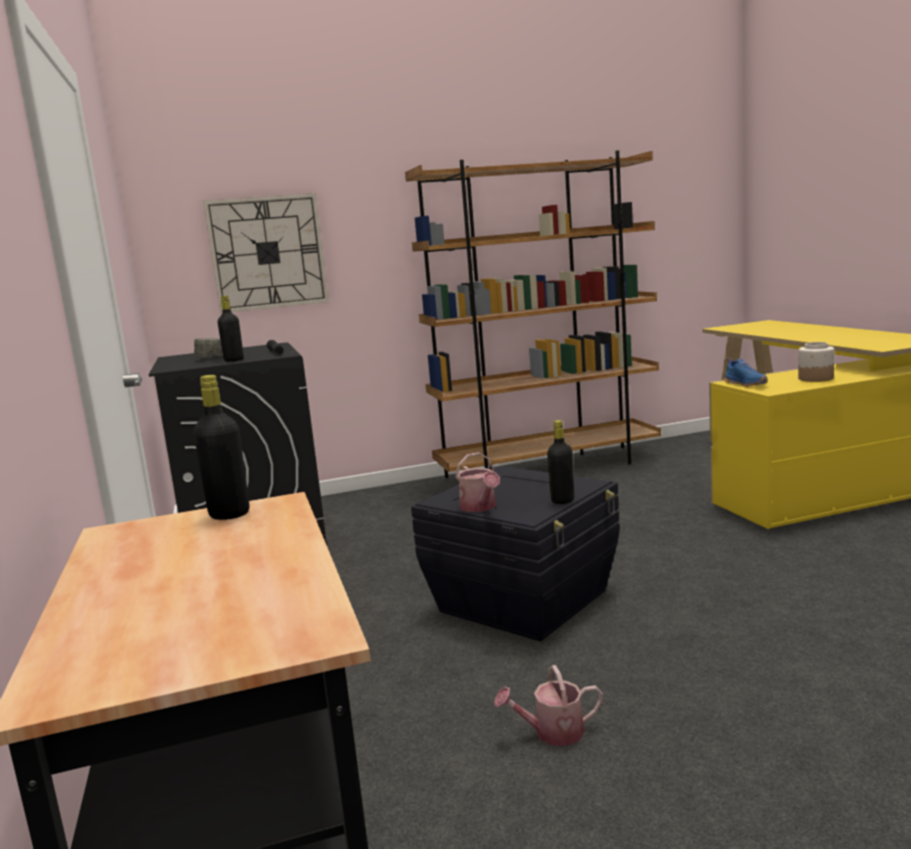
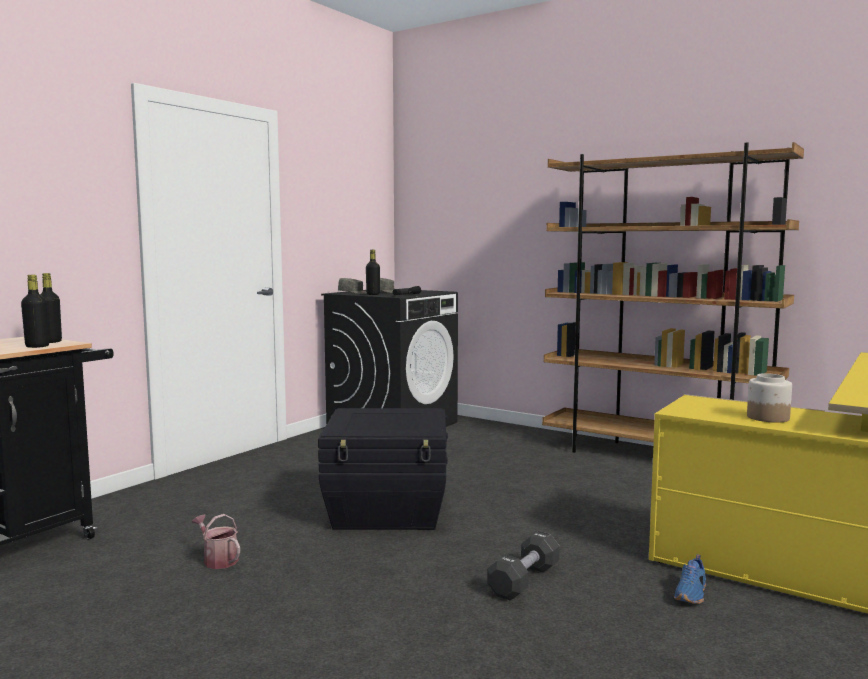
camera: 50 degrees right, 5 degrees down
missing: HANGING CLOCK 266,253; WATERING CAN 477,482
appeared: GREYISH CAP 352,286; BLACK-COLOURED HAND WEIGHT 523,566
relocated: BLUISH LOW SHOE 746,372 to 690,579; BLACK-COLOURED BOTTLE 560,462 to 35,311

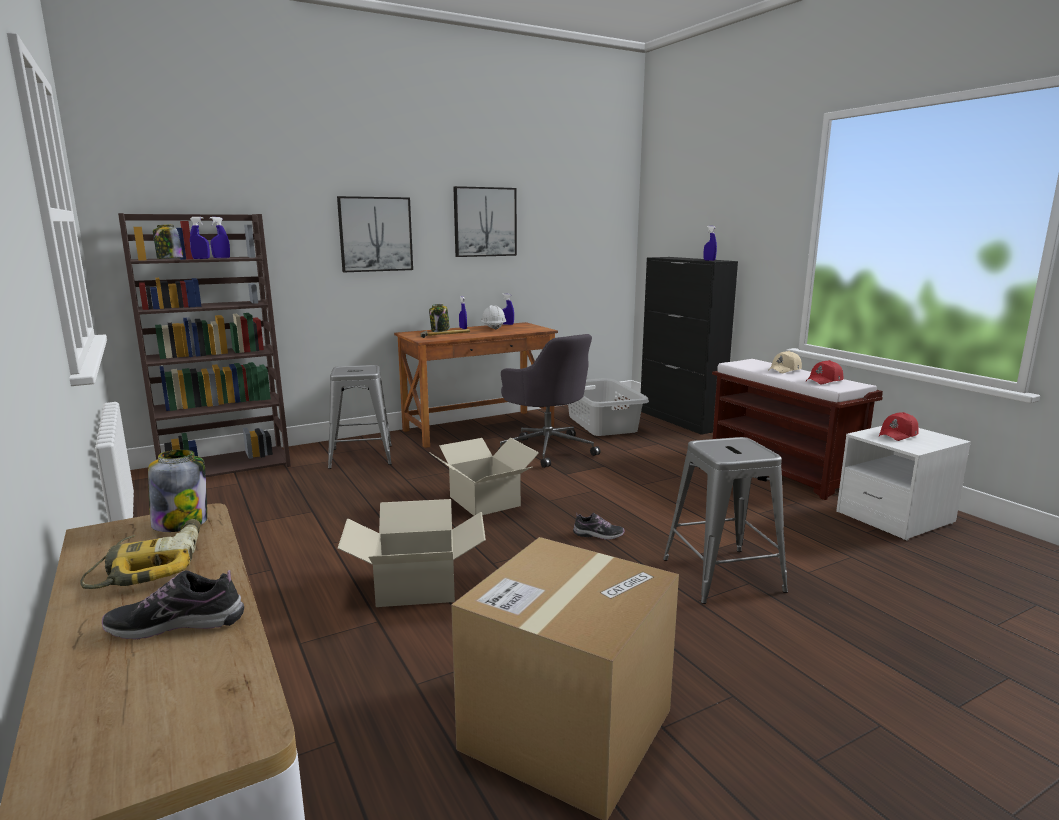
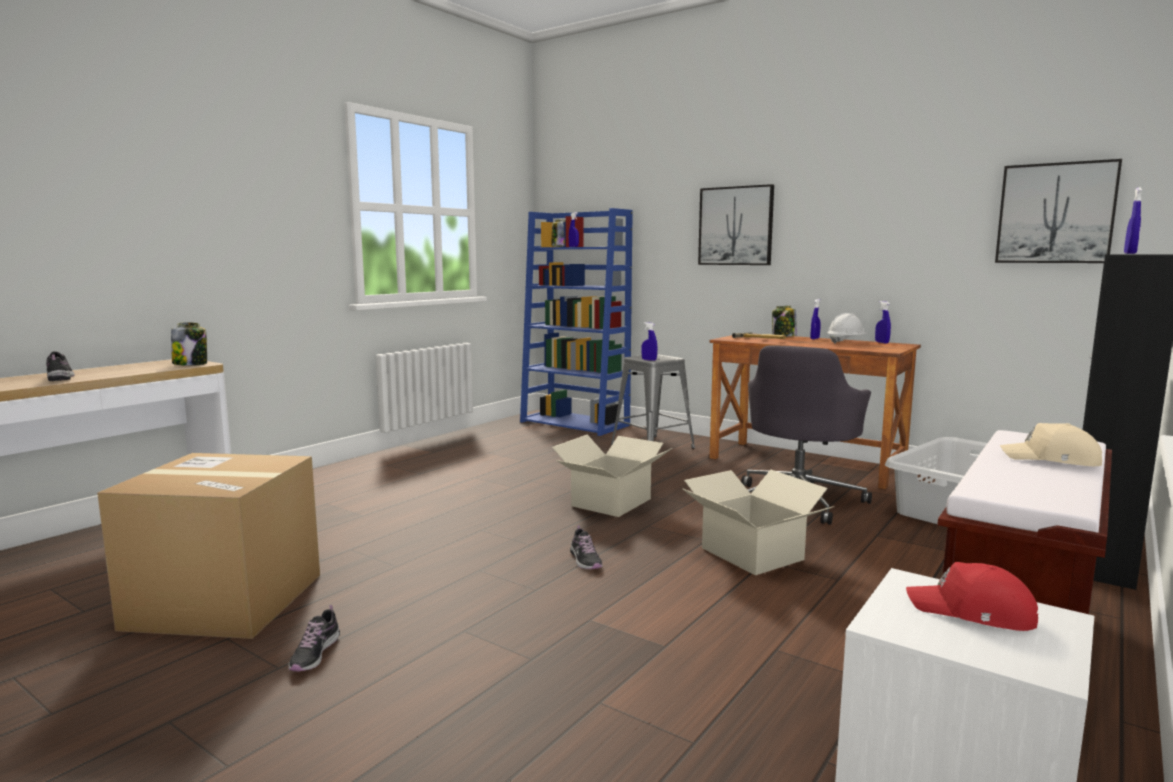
camera: 65 degrees right, 5 degrees down
missing: RED-COLOURED CAP 824,372; GREYISH STOOL SEAT 725,520; ELECTRIC DRILL 140,554
appeared: LOW SHOE 314,638
relocated: WALL PICTURE 485,221 to 1058,211; BLUISH HAND SPRAYER 220,237 to 649,341; CARTON 411,553 to 758,522
colour: BROWN SHELVING UNIT 204,345 to BLUISH SHELVING UNIT 576,322

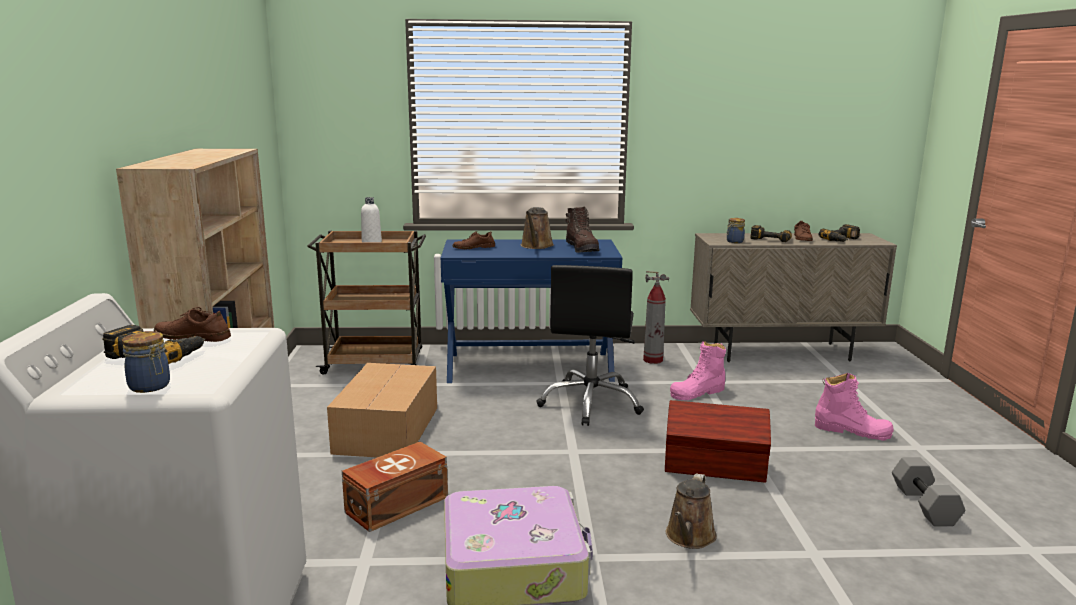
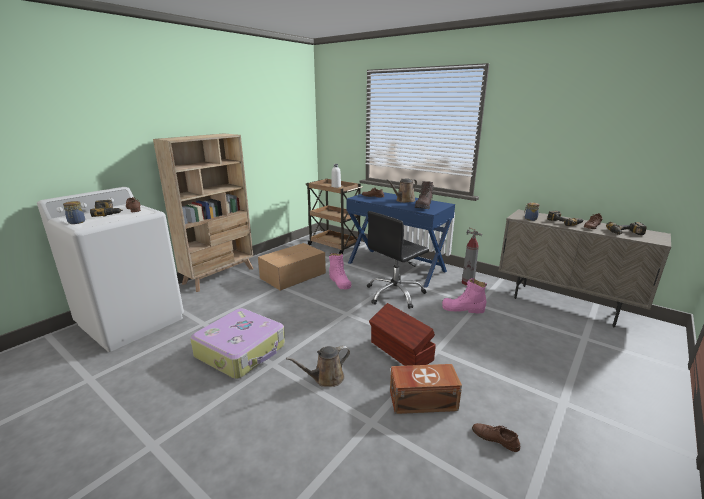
camera: 40 degrees right, 5 degrees up
relocated: PINKISH HIGH-TOP BOOT 854,407 to 340,271; BROWN STORAGE BIN 395,487 to 426,389
exchanged: GREYISH HAND WEIGHT 928,491 to BROWN LOW SHOE 496,437

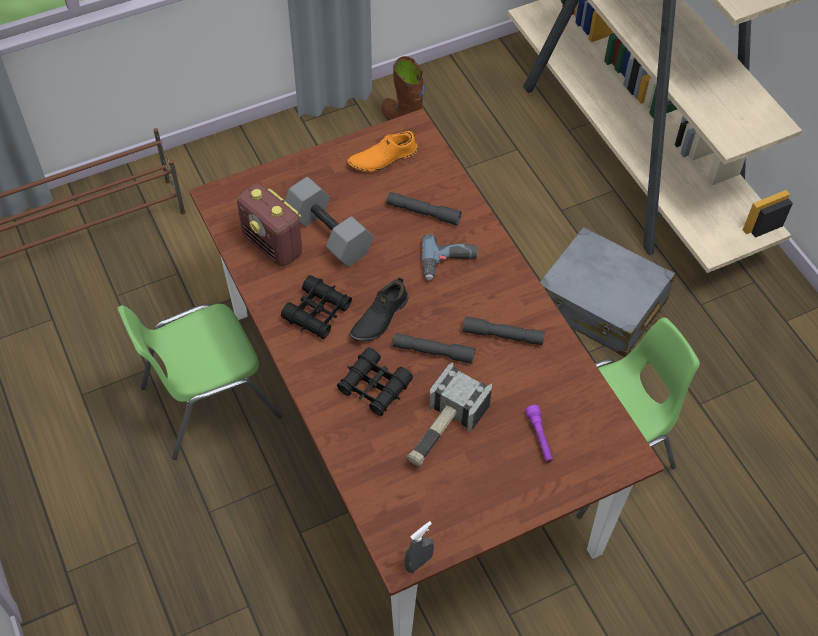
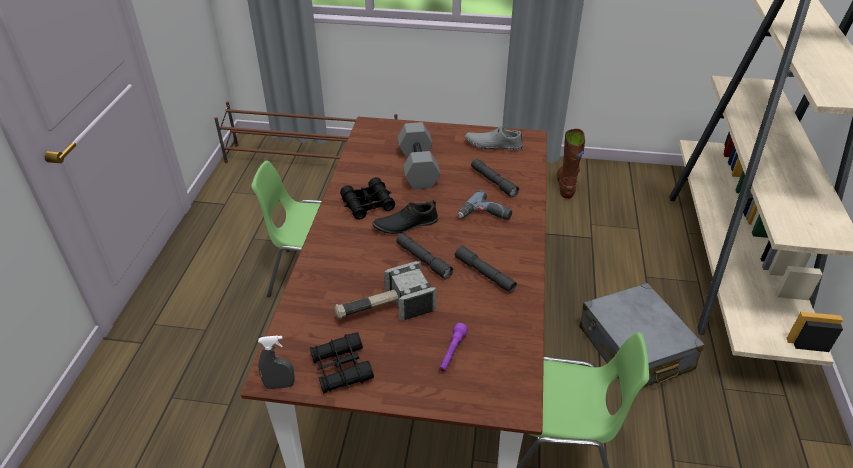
camera: 35 degrees right, 15 degrees down
missing: RADIO RECEIVER 269,225
relocated: BLACK-COLOURED BINOCULARS 375,381 to 342,363
colour: ORANGE LOW SHOE 382,150 to GREYISH LOW SHOE 494,138

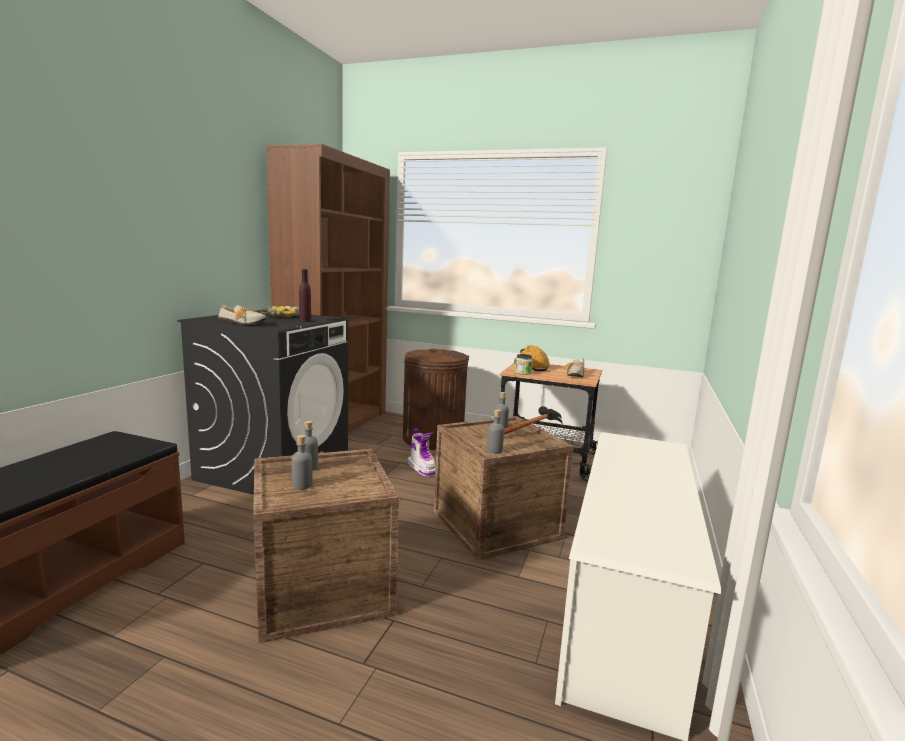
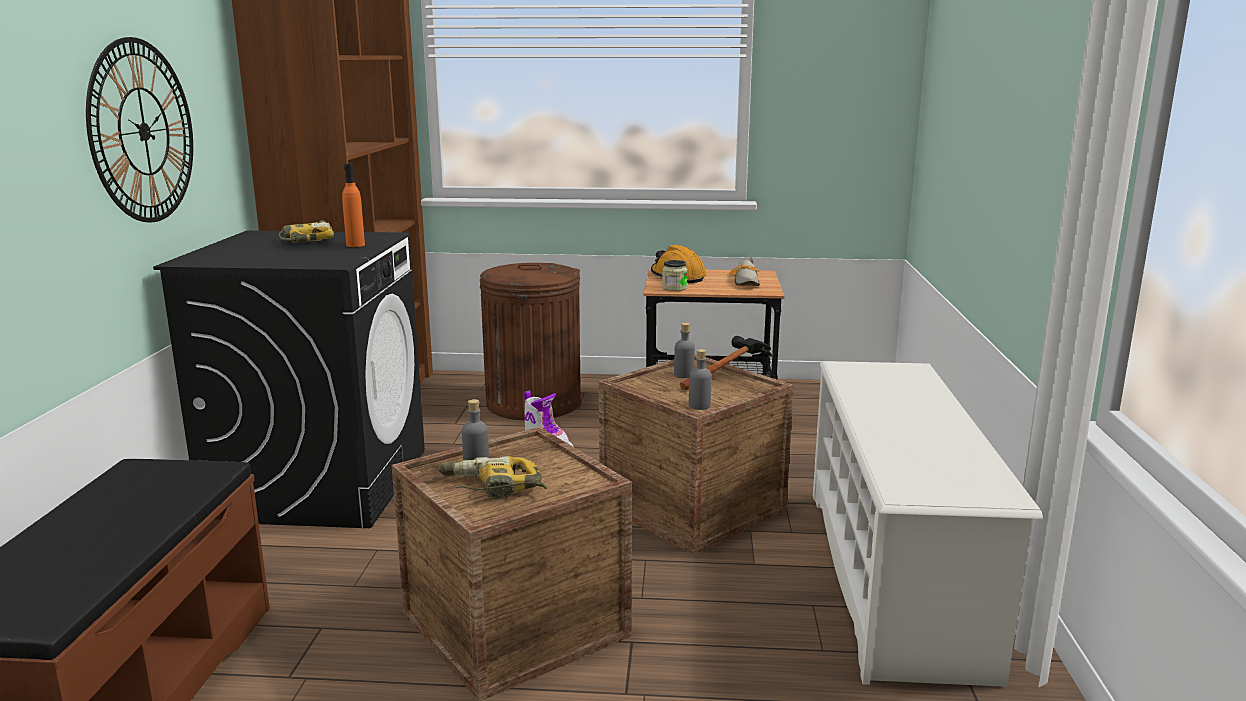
camera: 15 degrees left, 5 degrees up
missing: LOW SHOE 242,314
appeared: HANGING CLOCK 139,129
exchanged: GREYISH BOTTLE 302,462 to ELECTRIC DRILL 492,478
colour: PURPLE BOTTLE 305,295 to ORANGE BOTTLE 353,205

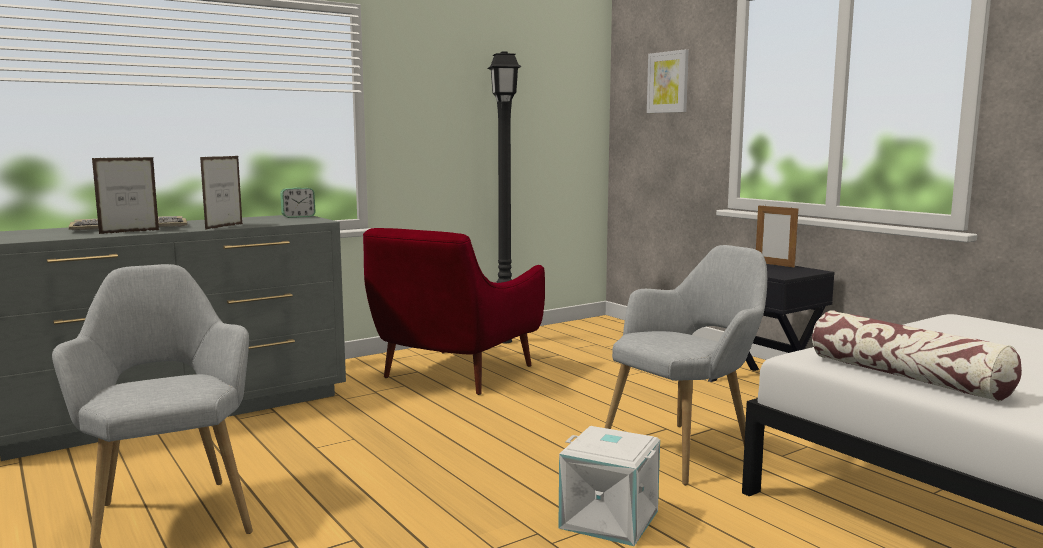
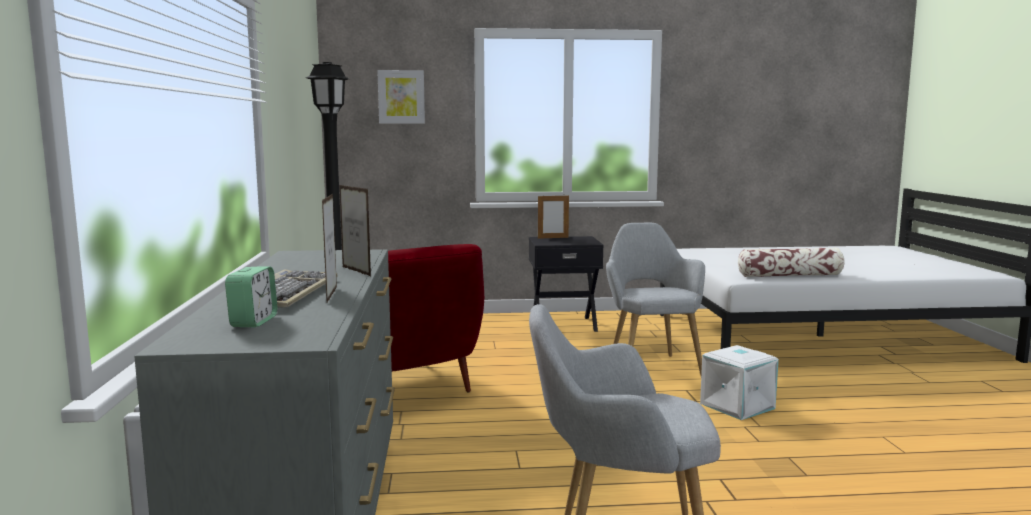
camera: 60 degrees left, 0 degrees up
relocated: TABLE CLOCK 297,202 to 251,296

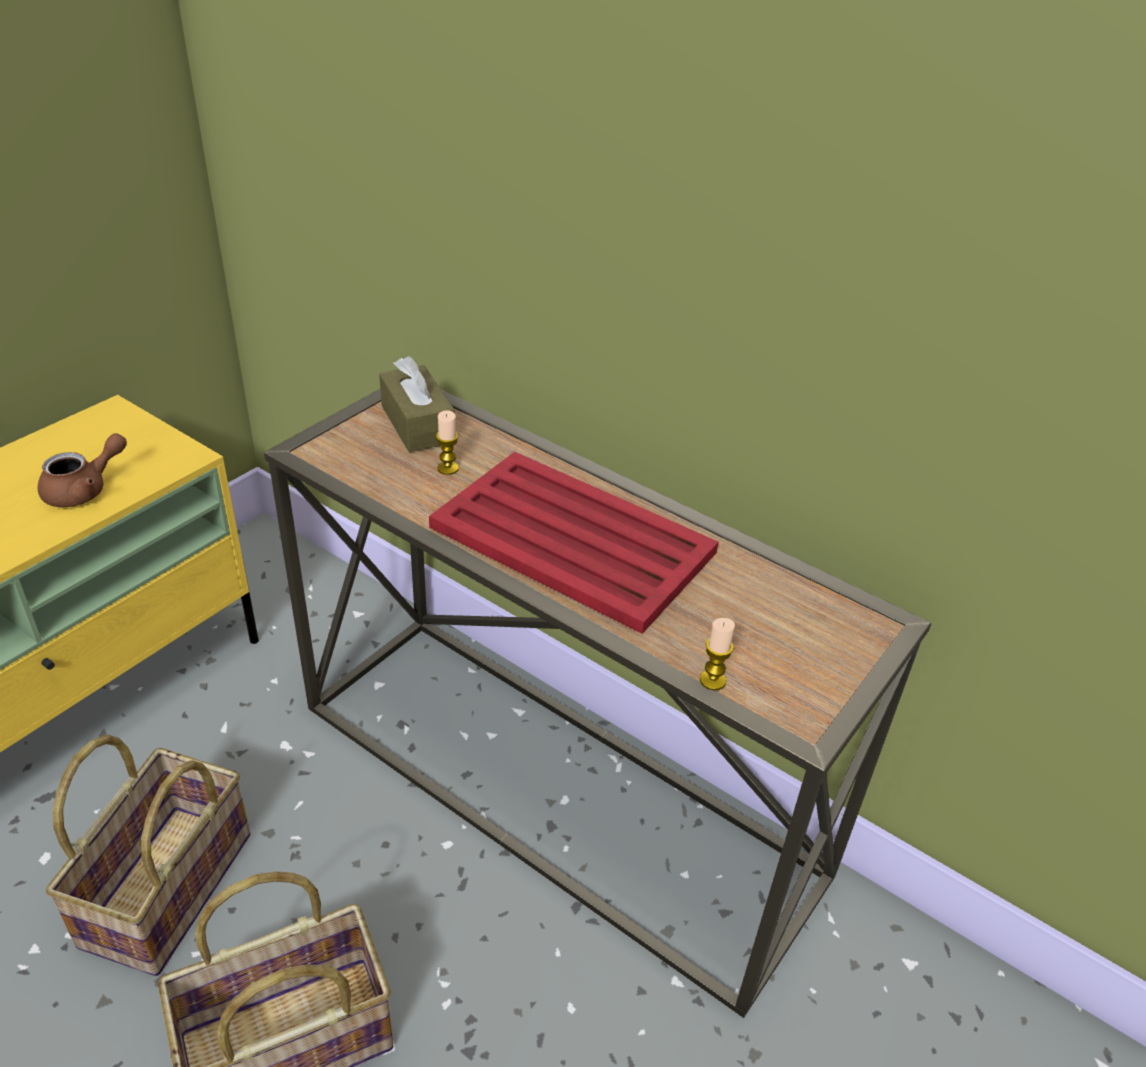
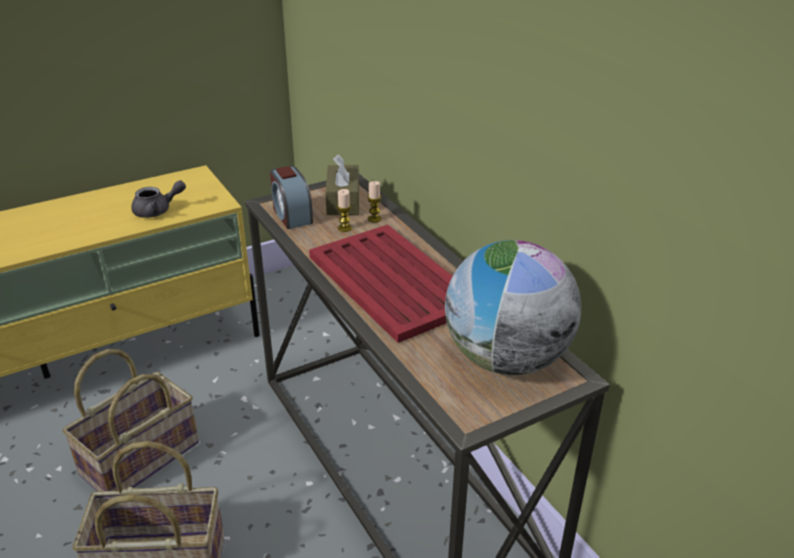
camera: 25 degrees right, 5 degrees down
appeared: TABLE CLOCK 291,197; DESK GLOBE 513,307
relocated: CANDLE 717,654 to 374,202
colour: BROWN POT FOR TEA 82,470 to GREYISH POT FOR TEA 158,199

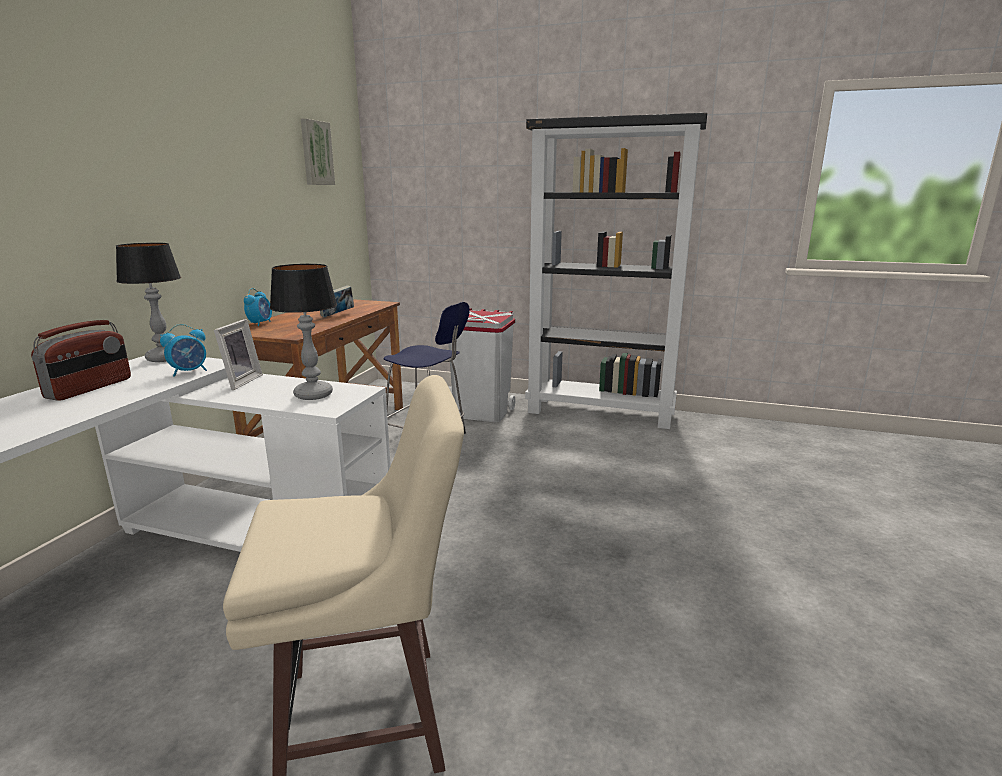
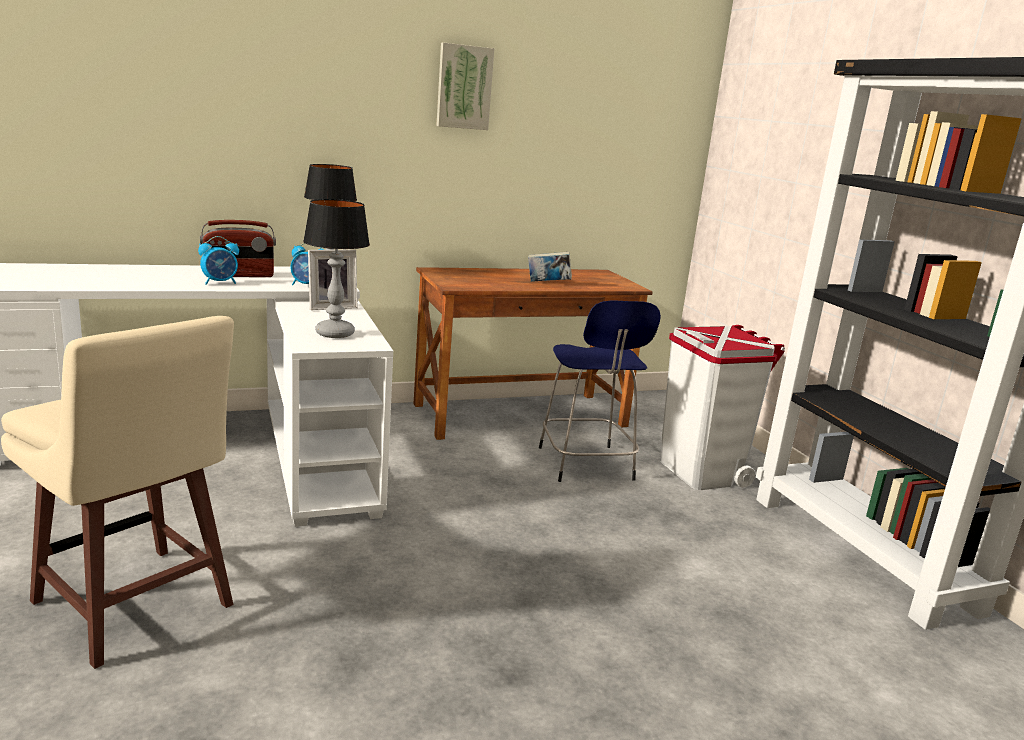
camera: 50 degrees right, 0 degrees up
relocated: WALL PICTURE 318,151 to 465,86; TABLE CLOCK 258,307 to 218,260

